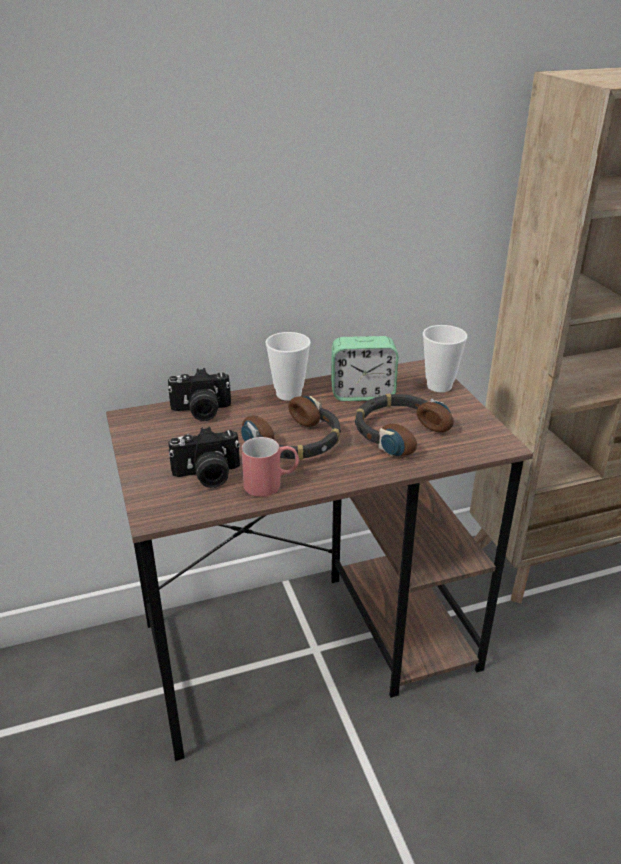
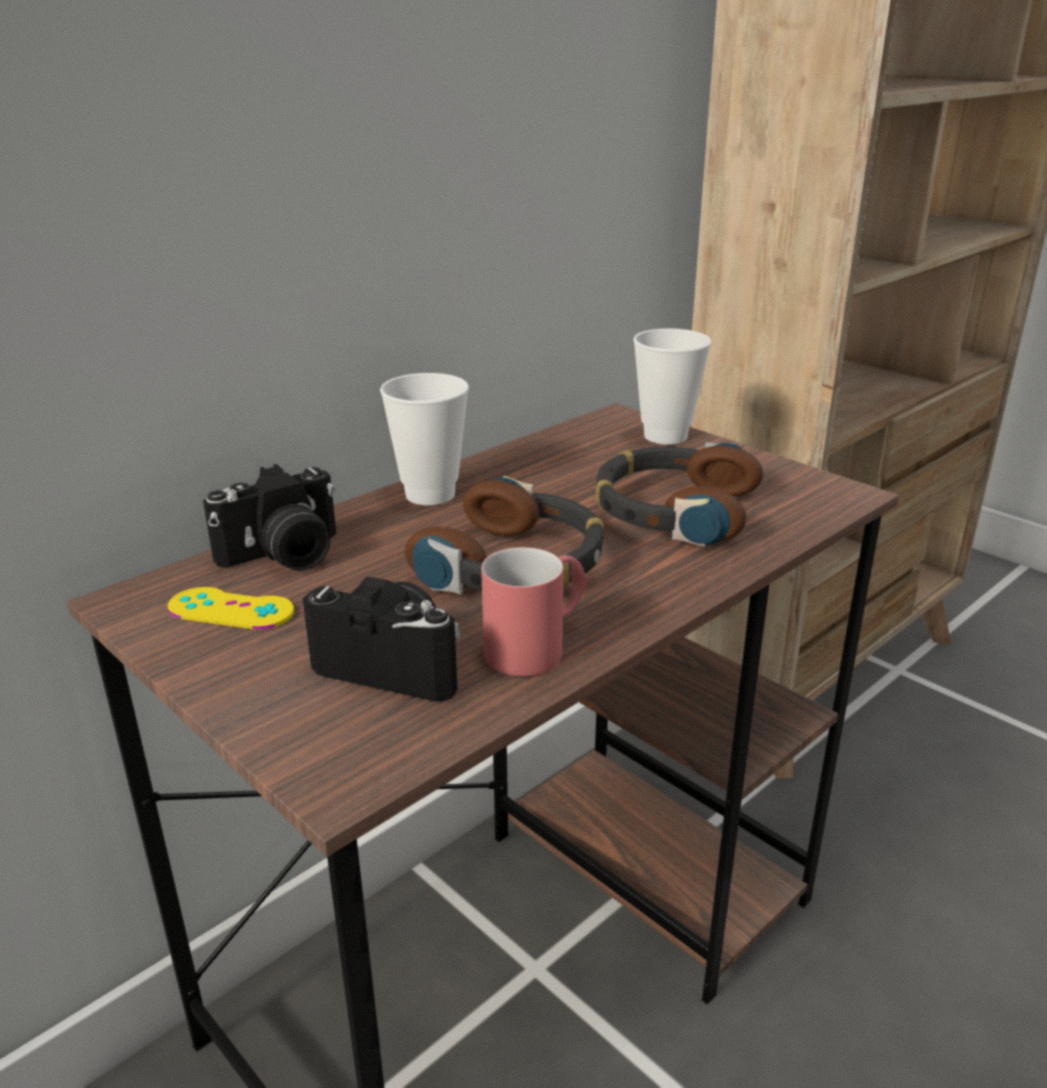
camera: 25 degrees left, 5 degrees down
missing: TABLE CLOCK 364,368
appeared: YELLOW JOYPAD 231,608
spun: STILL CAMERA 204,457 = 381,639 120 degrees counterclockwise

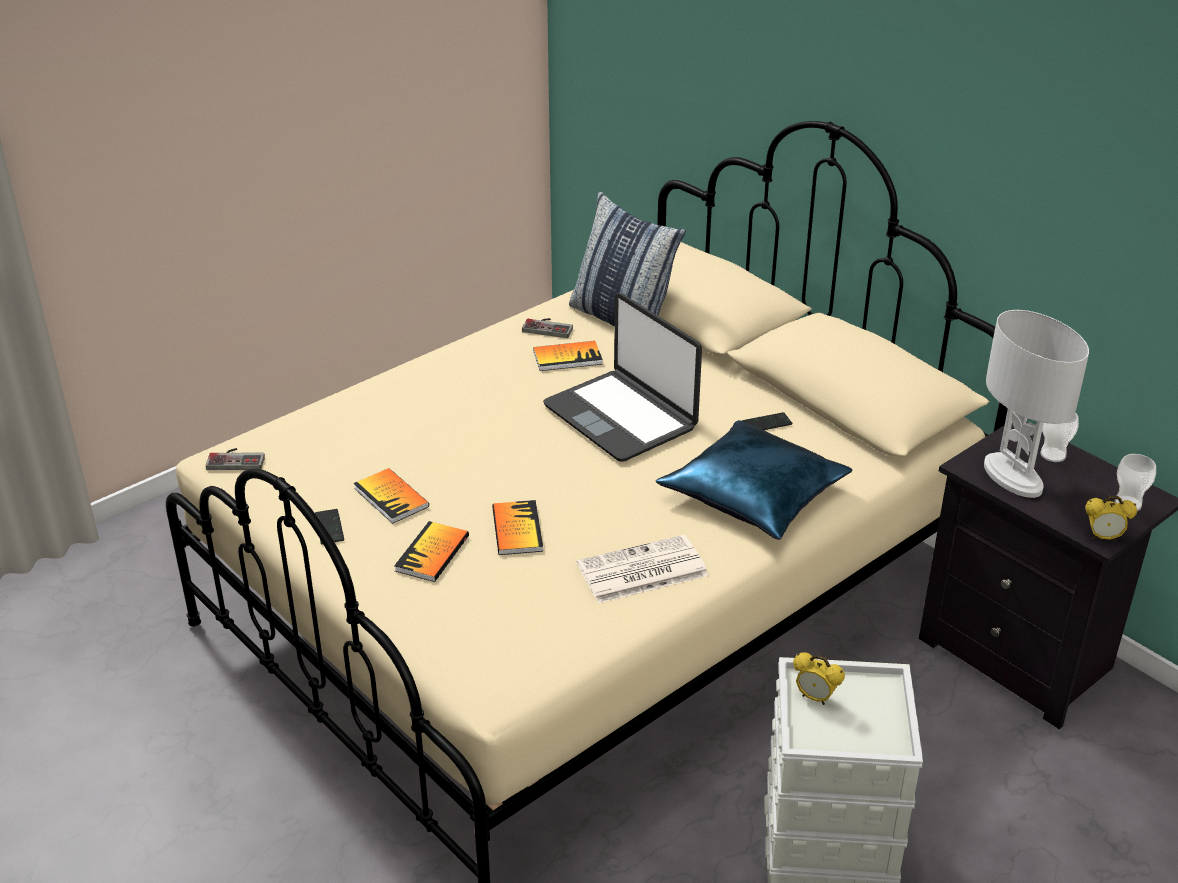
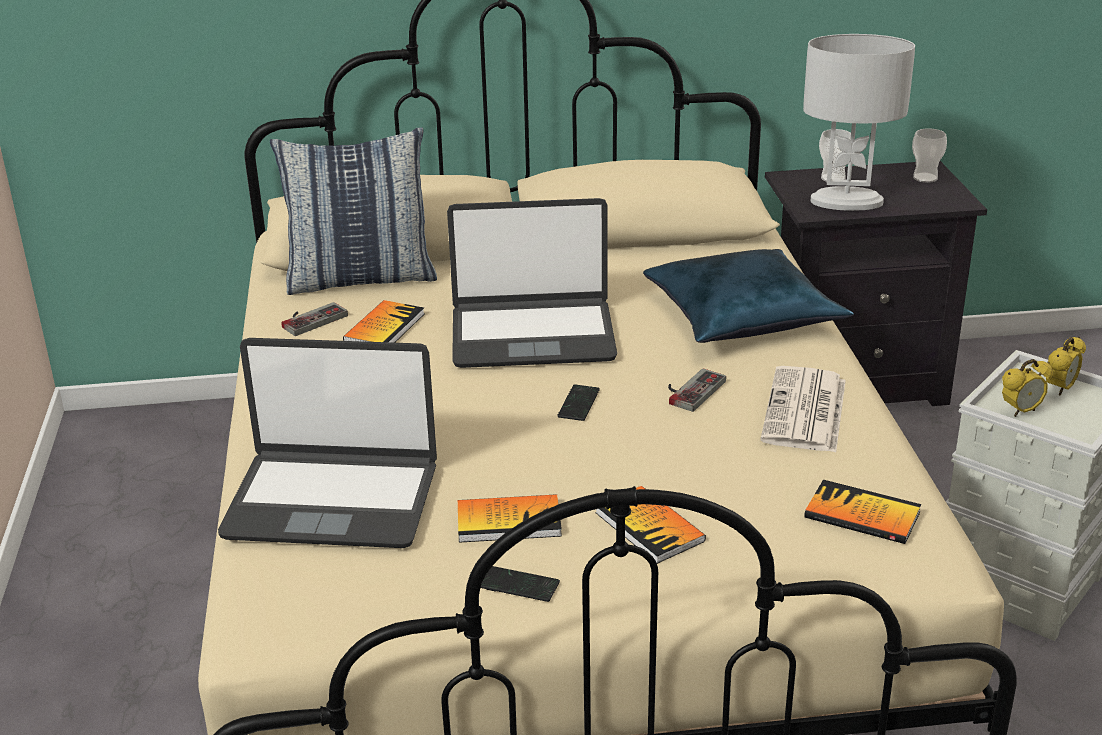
camera: 55 degrees left, 5 degrees down
appeared: LAPTOP 327,443
relocated: PHONE 767,421 to 578,402; JOYPAD 235,459 to 697,390; TABLE CLOCK 1111,518 to 1066,366; BOUND BOOK 517,527 to 862,512

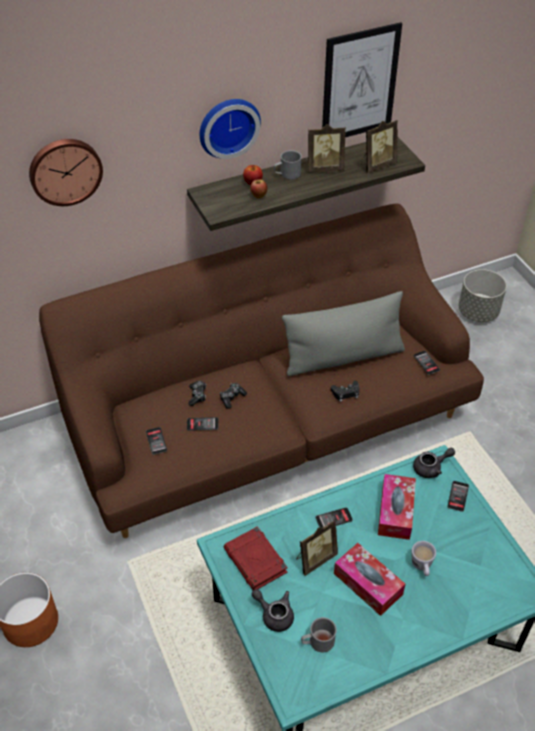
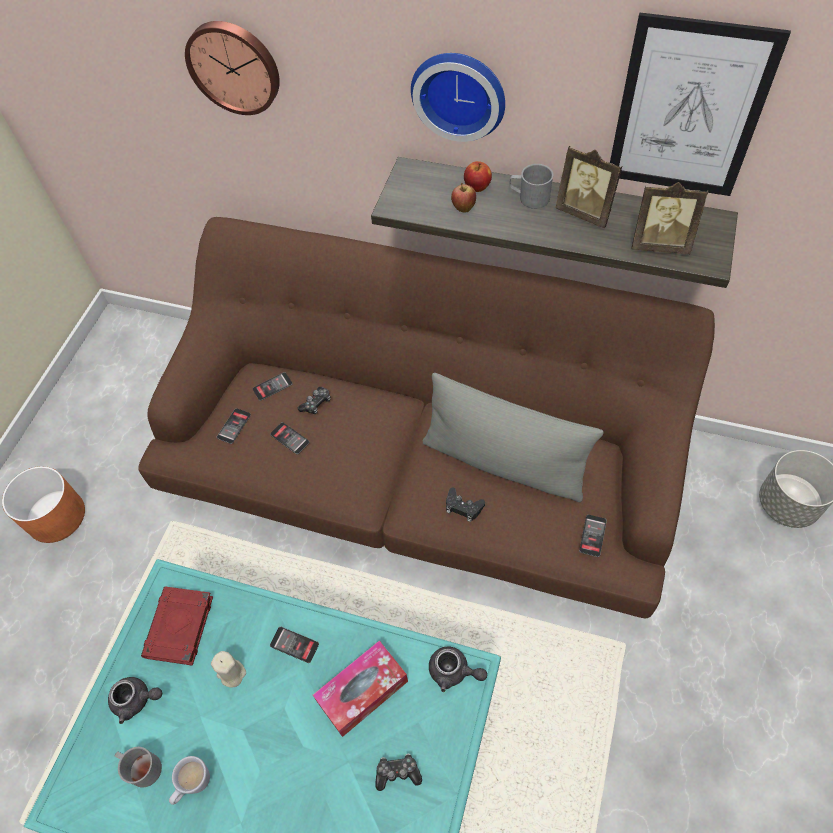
camera: 45 degrees right, 10 degrees up
missing: BOX OF TISSUES 369,579
relocated: JOYPAD 233,396 to 398,772; PHONE 458,496 to 273,386; WHITE-COLOURED MUG 424,558 to 189,780
exchanged: PHOTO FRAME 317,548 to BEIGE-COLOURED CANDLE 228,669
spun: GREYISH POT FOR TEA 273,610 = 135,700 105 degrees clockwise

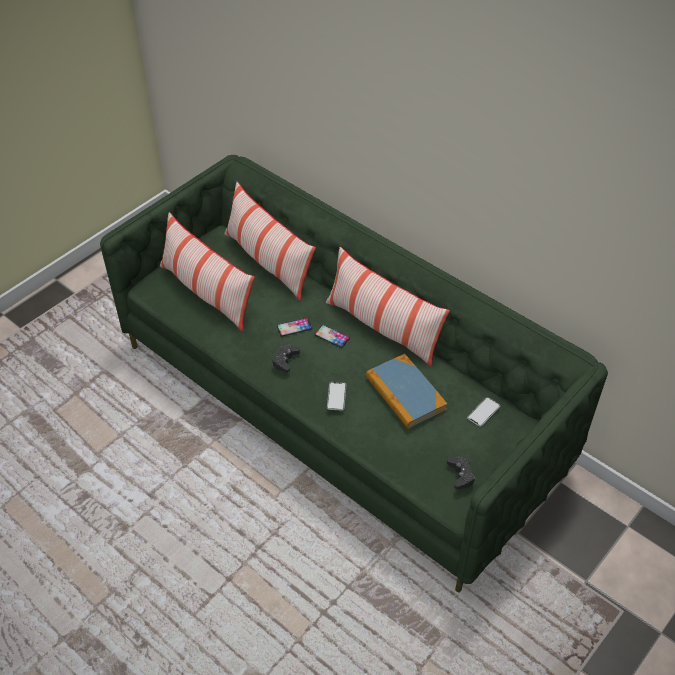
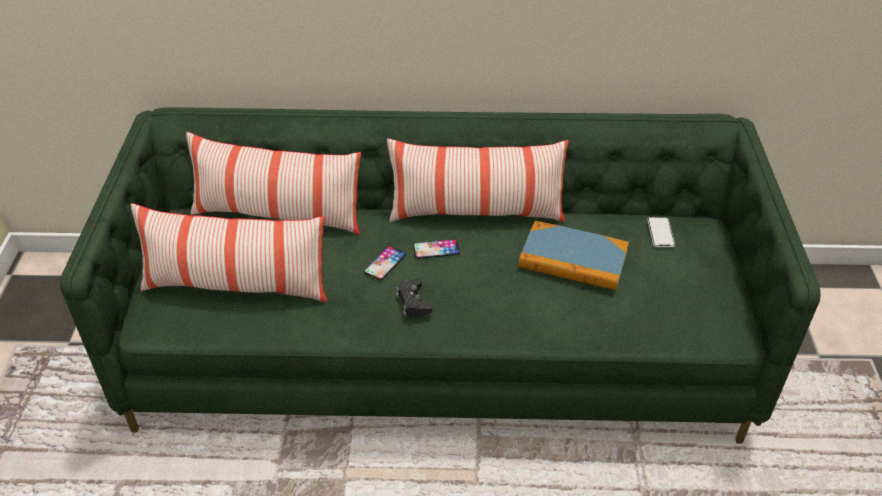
camera: 40 degrees left, 5 degrees down
missing: PHONE 336,396; BLACK-COLOURED JOYPAD 461,473

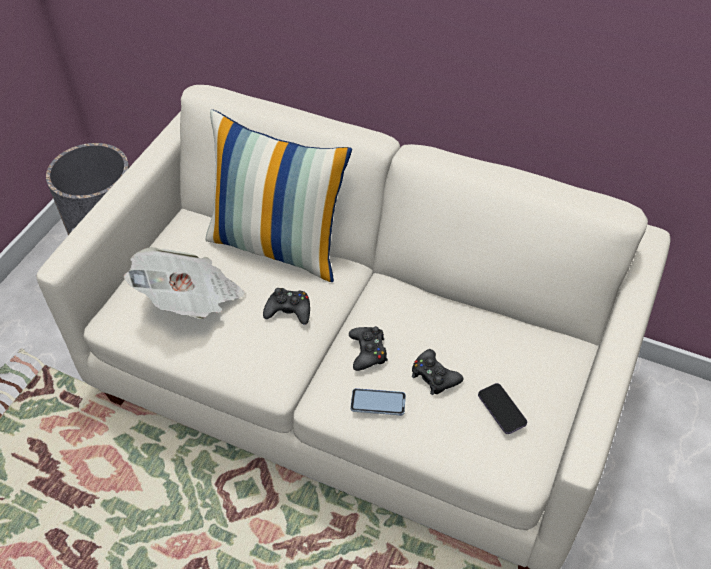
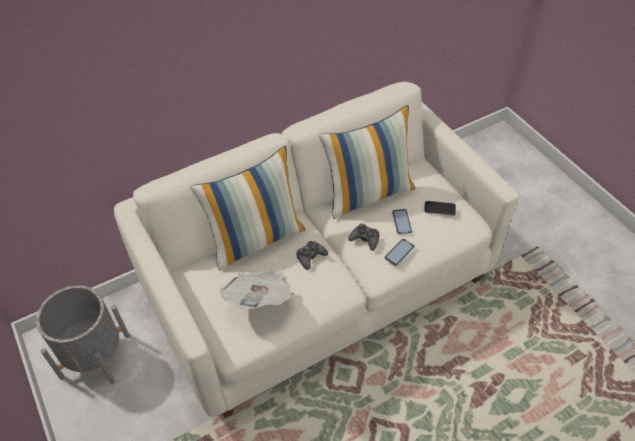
camera: 55 degrees left, 0 degrees up
appeared: THROW PILLOW 367,162
exchanged: BLACK-COLOURED JOYPAD 438,372 to PHONE 402,222

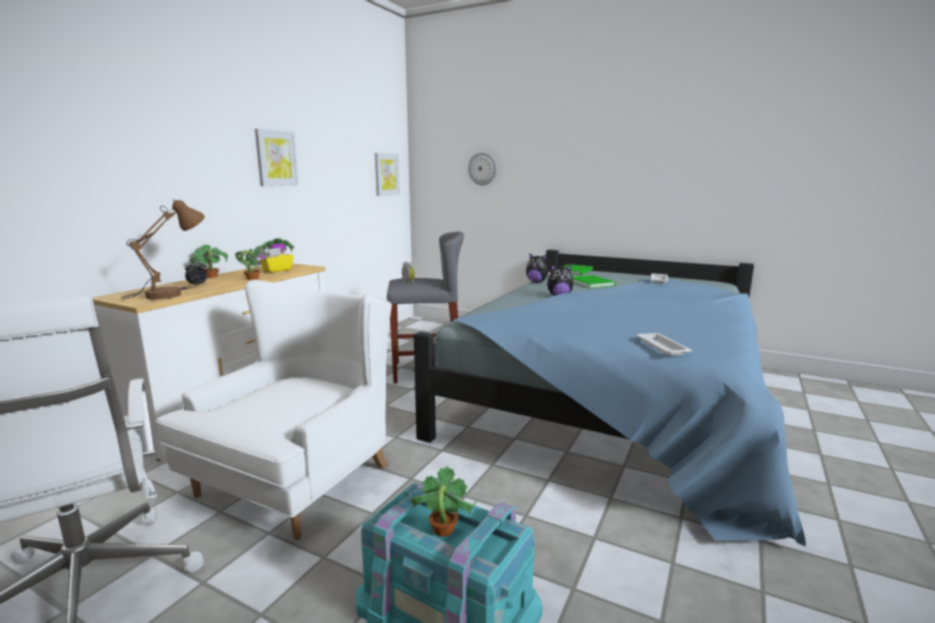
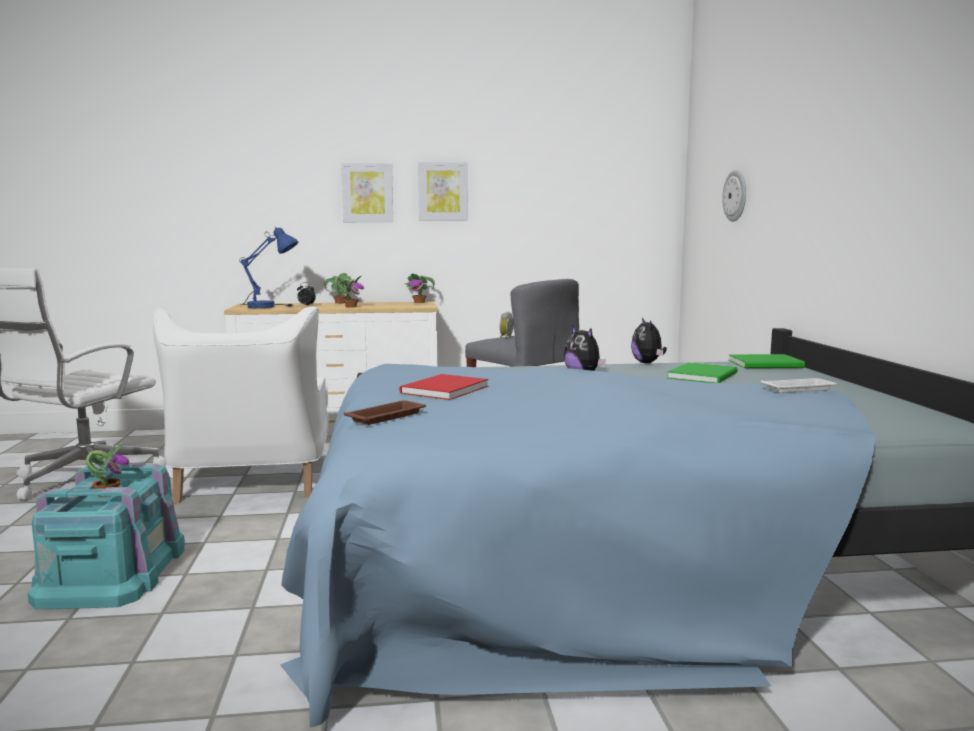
camera: 55 degrees right, 5 degrees down
missing: YELLOW BOX OF TISSUES 276,260
appeared: RED-COLOURED BOUND BOOK 444,387
relocated: WALL PICTURE 387,174 to 367,192
colour: BROWN TABLETOP LAMP 163,249 to BLUISH TABLETOP LAMP 268,267; WHITE-COLOURED CARRYING TRAY 664,344 to BROWN CARRYING TRAY 385,412
spun: WHITE-COLOURED EASY CHAIR 273,410 = 241,405 90 degrees clockwise

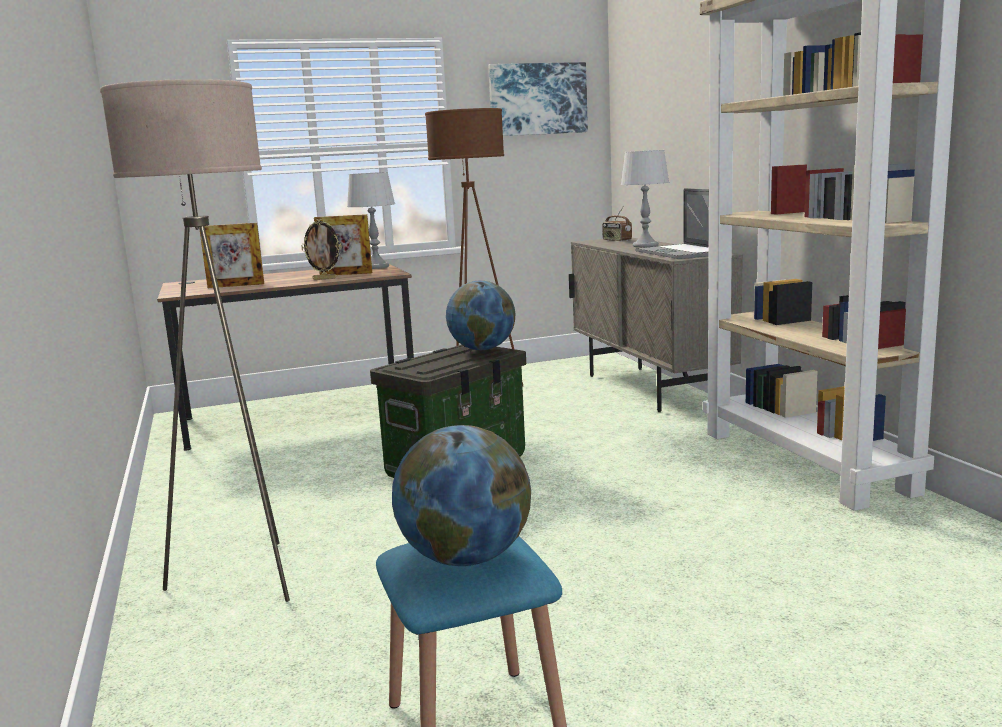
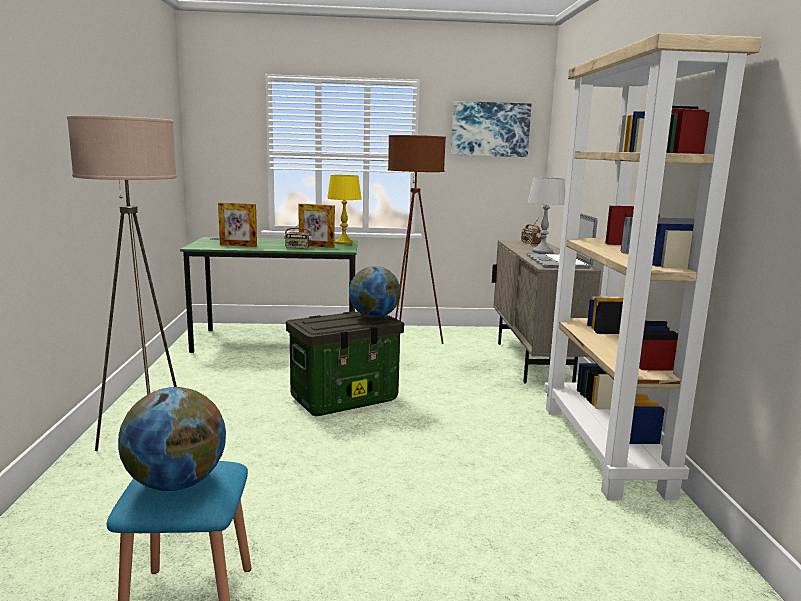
camera: 15 degrees right, 0 degrees up
exchanged: PHOTO FRAME 321,249 to RADIO RECEIVER 298,234
colour: GREYISH TABLETOP LAMP 371,220 to YELLOW TABLETOP LAMP 344,209; BROWN DESK 285,357 to GREENISH DESK 269,295

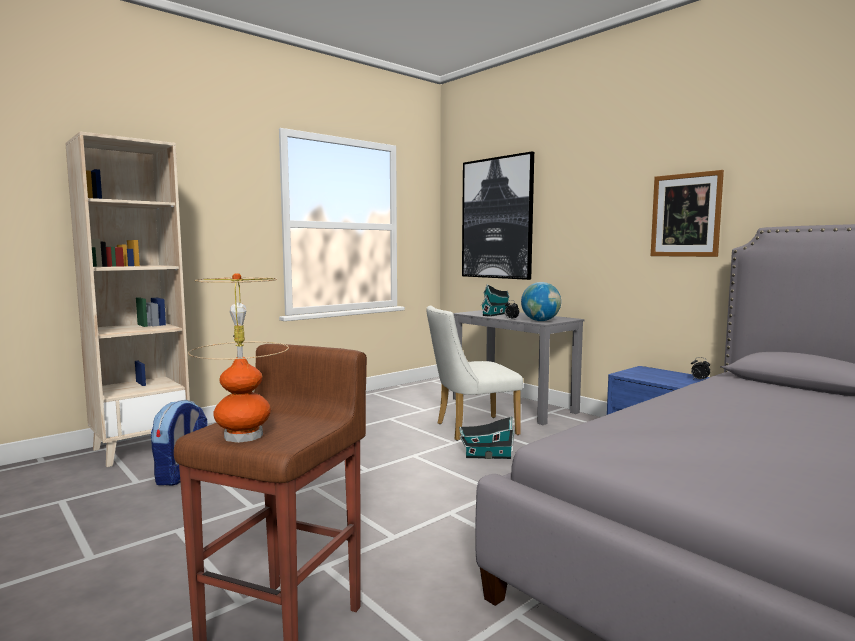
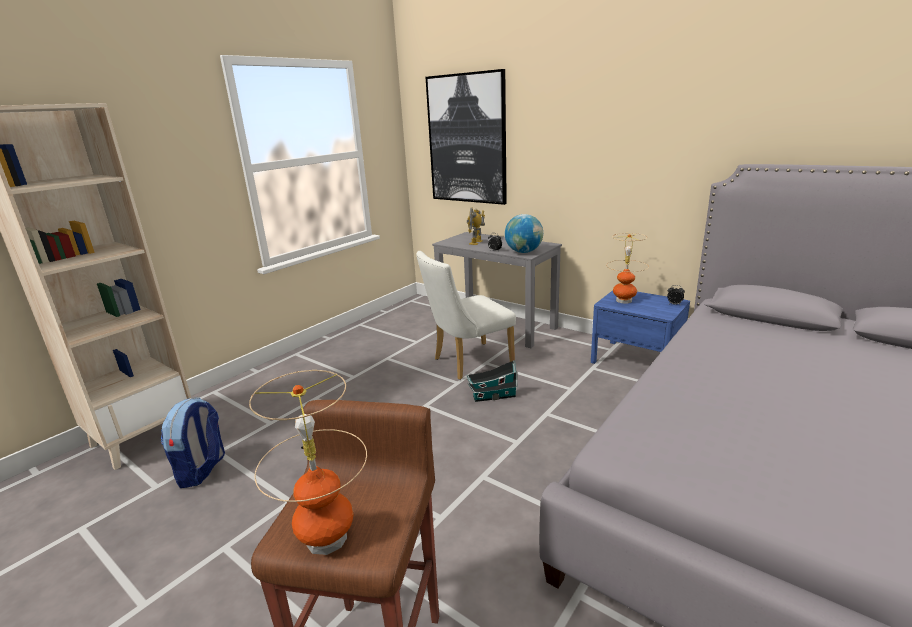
camera: 10 degrees left, 15 degrees up
missing: WALL PICTURE 687,213
appeared: TABLETOP LAMP 627,268
exchanged: MINIATURE HOUSE 495,300 to MODEL ROBOT 476,226

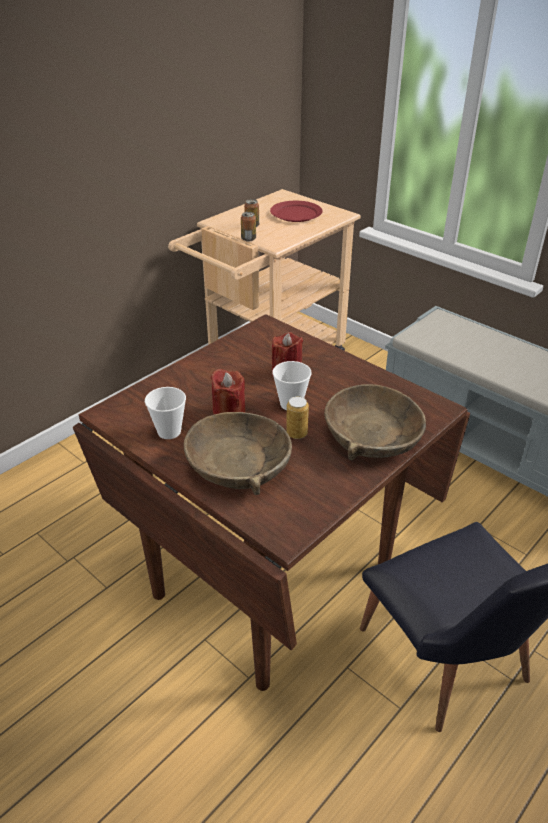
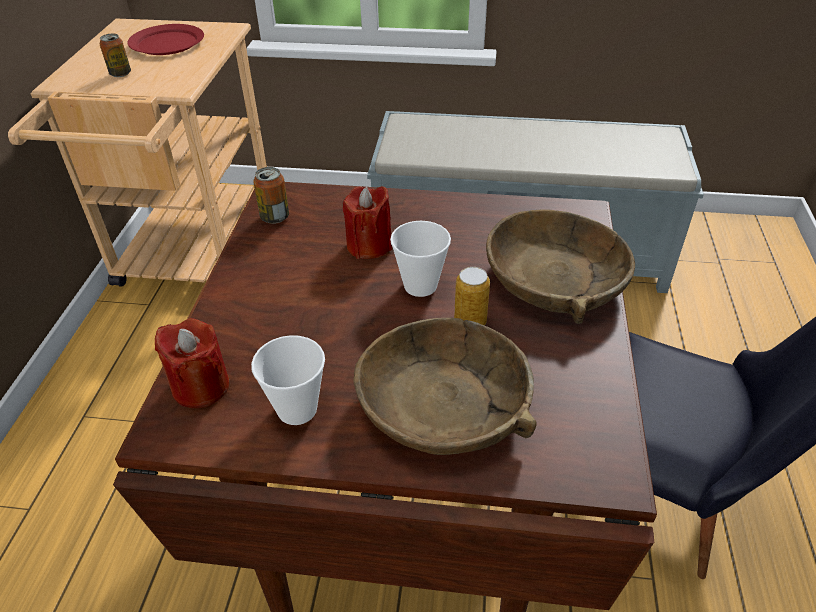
camera: 35 degrees left, 5 degrees up
relocated: CAN 248,227 to 271,195; RED-COLOURED CANDLE 228,392 to 192,363

